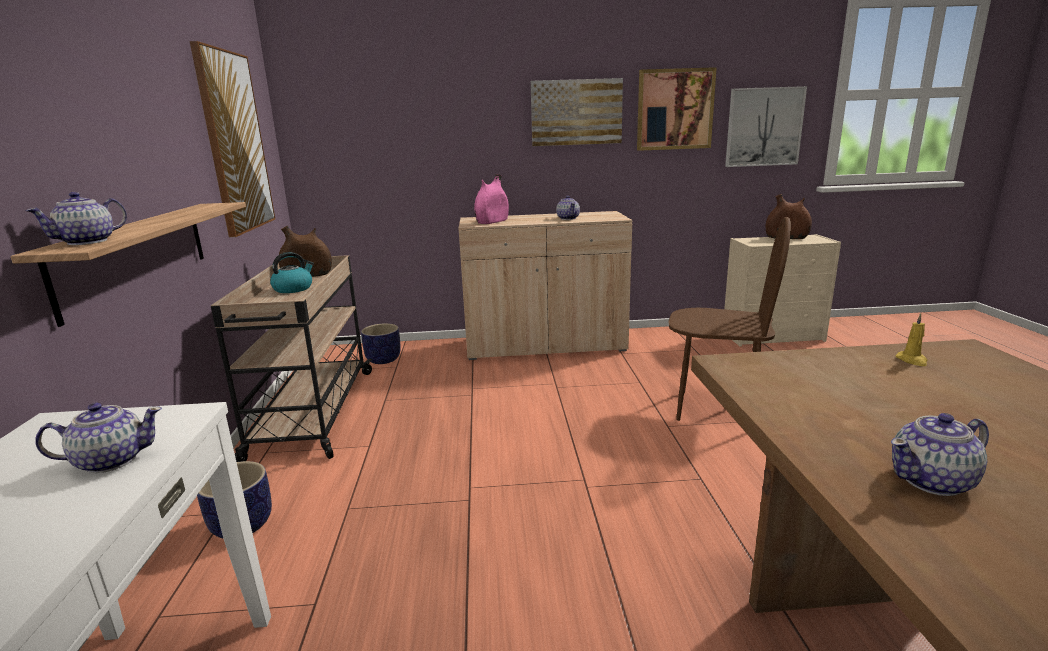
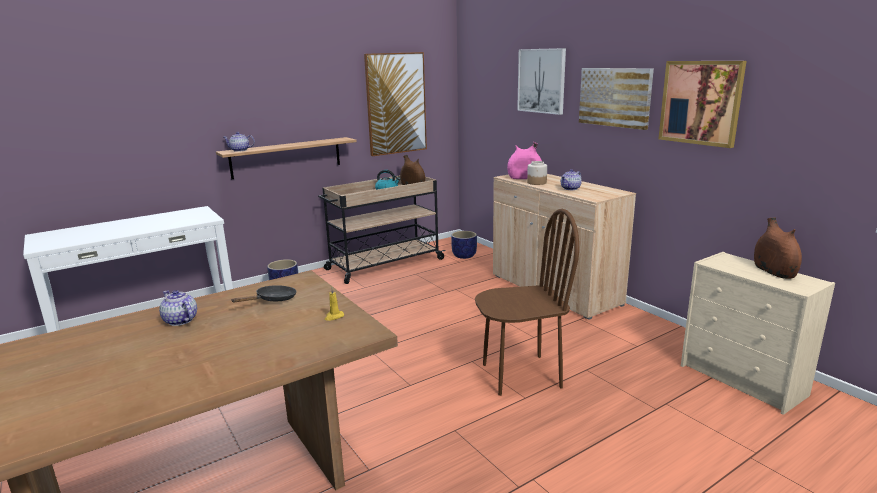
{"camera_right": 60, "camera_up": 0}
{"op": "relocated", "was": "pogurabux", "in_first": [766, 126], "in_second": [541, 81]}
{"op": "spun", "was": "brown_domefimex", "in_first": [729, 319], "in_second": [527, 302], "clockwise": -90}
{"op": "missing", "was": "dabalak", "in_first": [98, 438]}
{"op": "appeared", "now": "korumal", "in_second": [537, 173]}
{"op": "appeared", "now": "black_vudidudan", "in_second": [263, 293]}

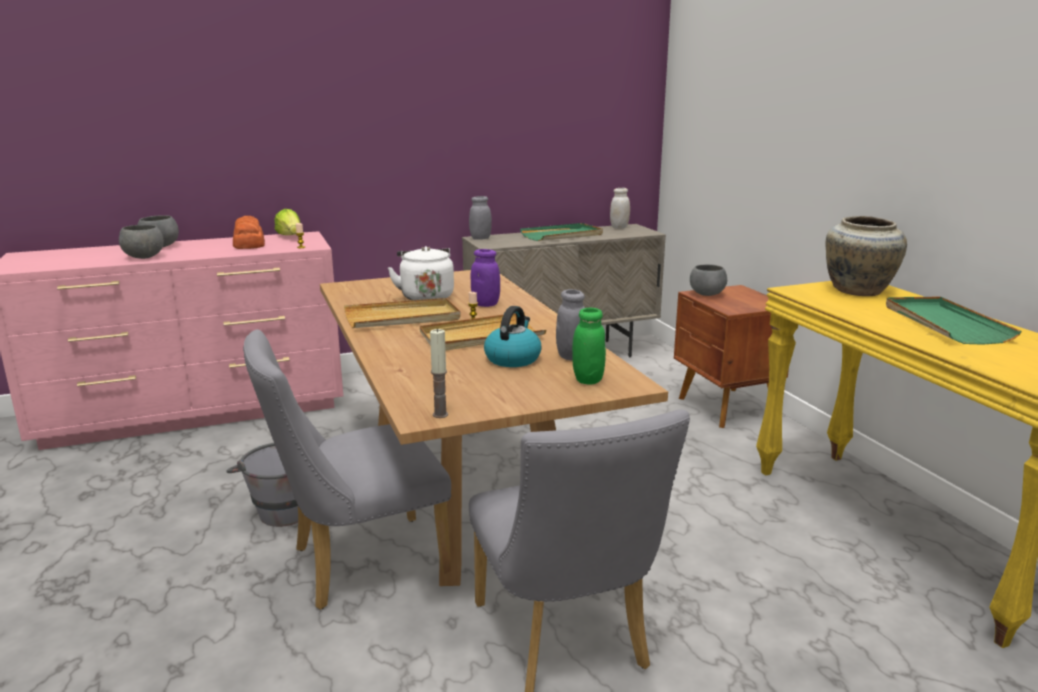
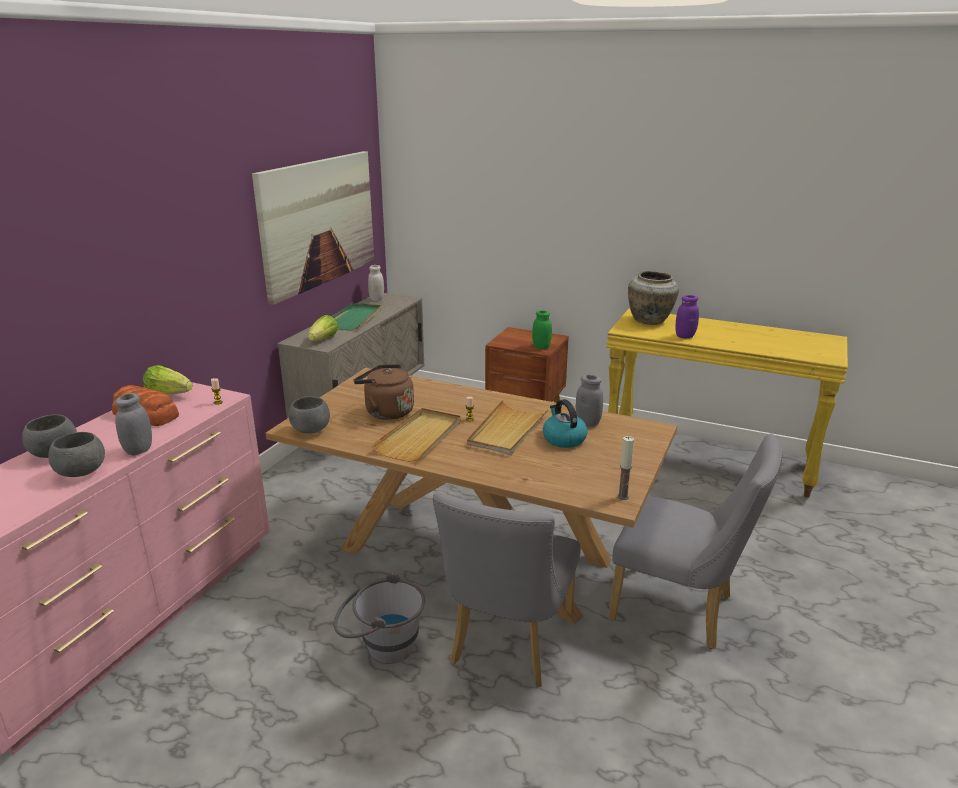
{"camera_right": -45, "camera_up": 5}
{"op": "relocated", "was": "grey_korumal", "in_first": [480, 218], "in_second": [133, 424]}
{"op": "colour", "was": "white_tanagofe", "now": "brown_tanagofe", "in_first": [421, 273], "in_second": [384, 392]}
{"op": "relocated", "was": "purple_korumal", "in_first": [485, 278], "in_second": [687, 316]}
{"op": "relocated", "was": "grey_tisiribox", "in_first": [708, 280], "in_second": [309, 415]}
{"op": "missing", "was": "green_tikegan", "in_first": [954, 321]}
{"op": "relocated", "was": "green_korumal", "in_first": [589, 346], "in_second": [542, 329]}
{"op": "appeared", "now": "pogurabux", "in_second": [313, 228]}
{"op": "appeared", "now": "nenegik", "in_second": [323, 328]}

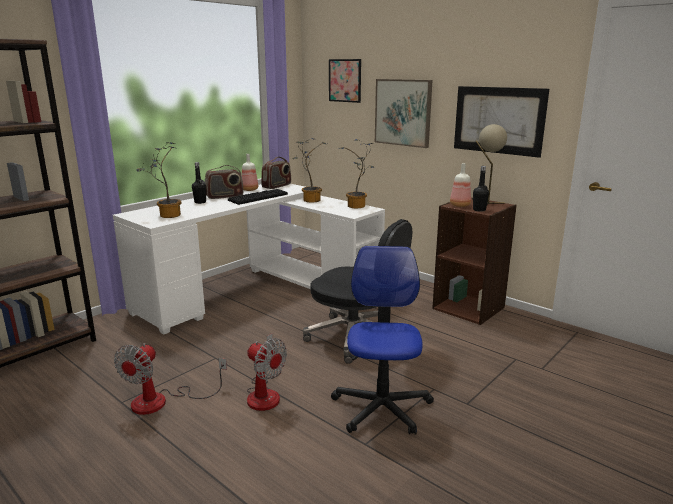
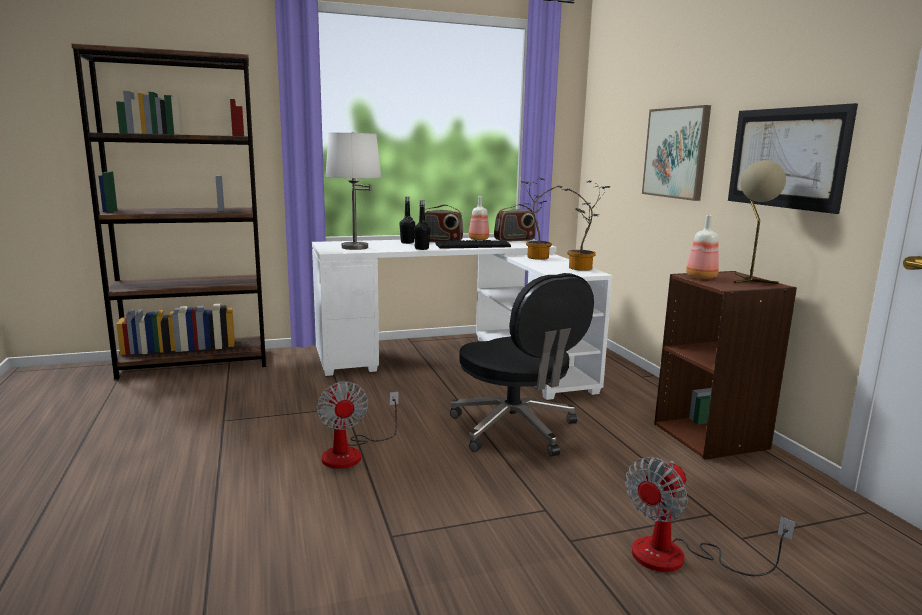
{"camera_right": 30, "camera_up": -5}
{"op": "missing", "was": "pogurabux", "in_first": [345, 81]}
{"op": "exchanged", "was": "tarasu", "now": "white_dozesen", "in_first": [158, 180], "in_second": [353, 191]}
{"op": "relocated", "was": "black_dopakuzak", "in_first": [481, 189], "in_second": [422, 225]}
{"op": "missing", "was": "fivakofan", "in_first": [382, 340]}
{"op": "relocated", "was": "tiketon", "in_first": [170, 379], "in_second": [710, 516]}

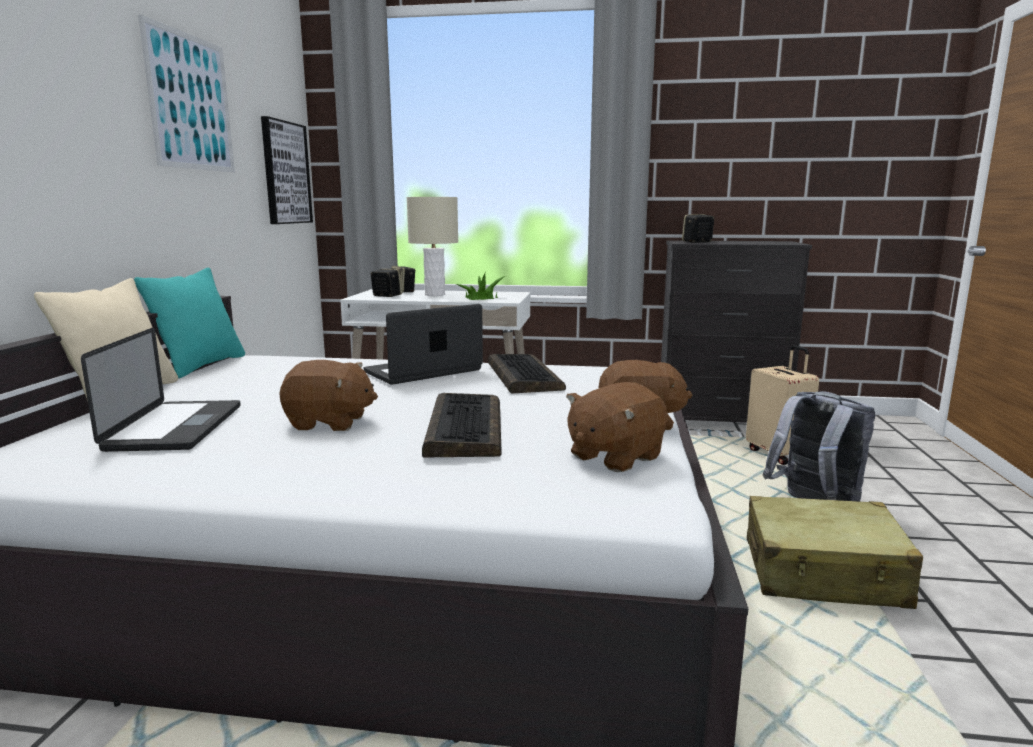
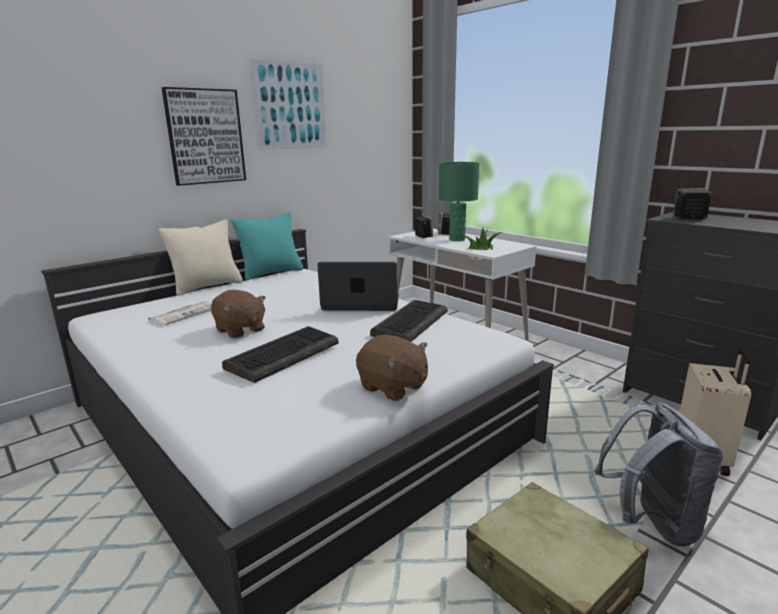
{"camera_right": 40, "camera_up": 5}
{"op": "relocated", "was": "pogurabux", "in_first": [287, 170], "in_second": [203, 136]}
{"op": "colour", "was": "beige_dozesen", "now": "green_dozesen", "in_first": [432, 246], "in_second": [459, 201]}
{"op": "exchanged", "was": "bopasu", "now": "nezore", "in_first": [161, 390], "in_second": [180, 313]}
{"op": "missing", "was": "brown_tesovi", "in_first": [617, 427]}

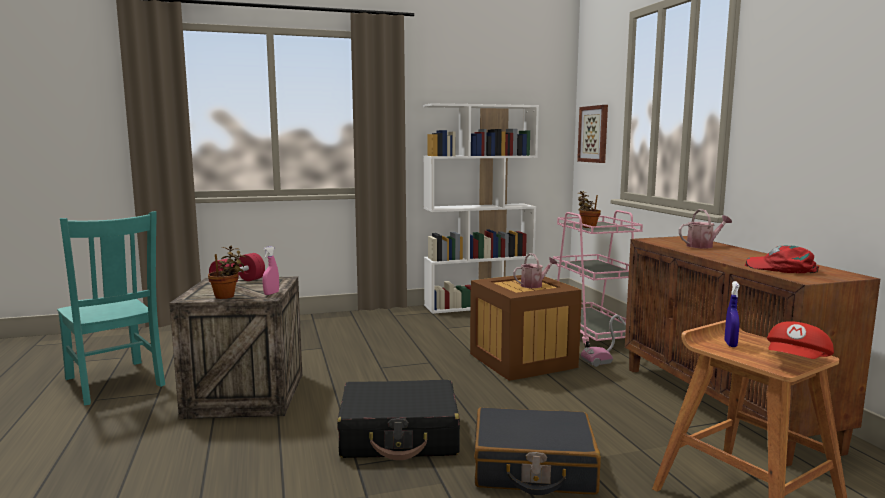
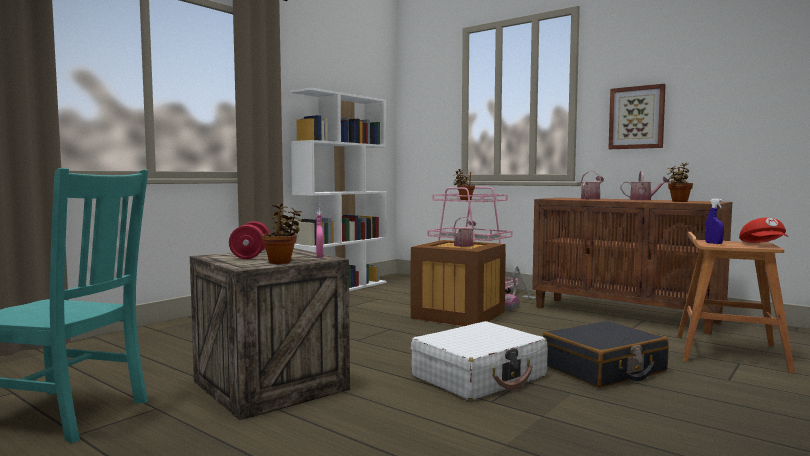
{"camera_right": -35, "camera_up": -5}
{"op": "relocated", "was": "pogurabux", "in_first": [592, 134], "in_second": [637, 116]}
{"op": "exchanged", "was": "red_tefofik", "now": "tarasu", "in_first": [782, 259], "in_second": [680, 182]}
{"op": "colour", "was": "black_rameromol", "now": "white_rameromol", "in_first": [398, 420], "in_second": [479, 360]}
{"op": "appeared", "now": "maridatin", "in_second": [645, 185]}

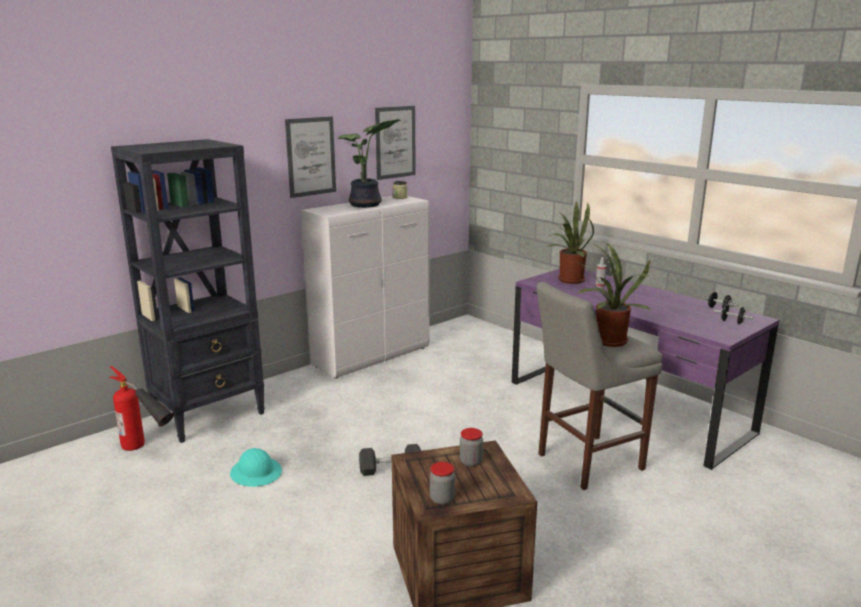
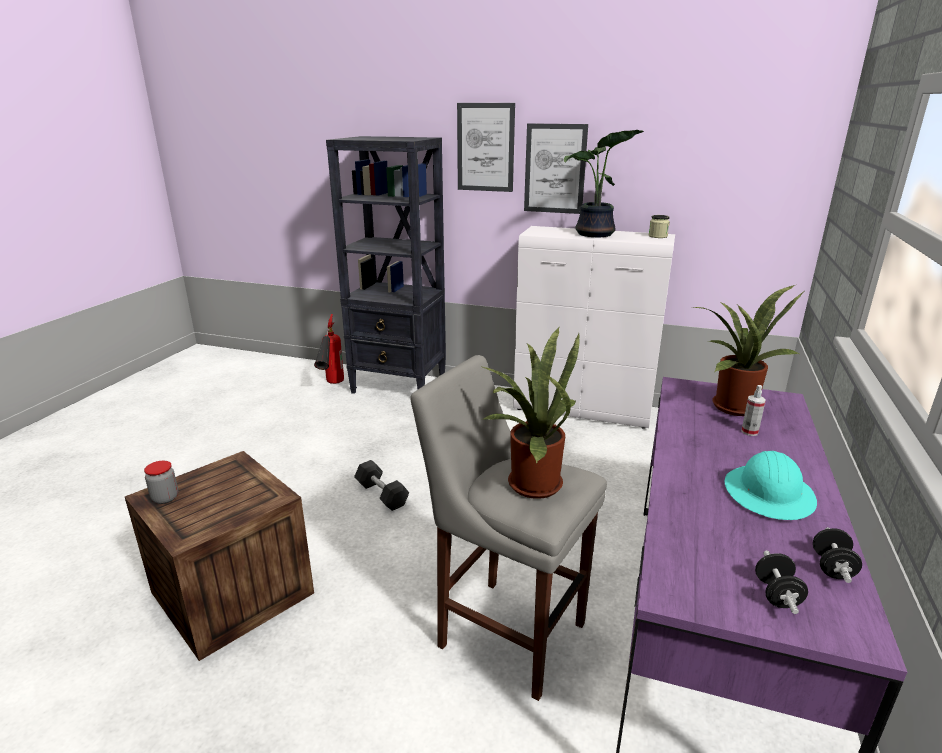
{"camera_right": 60, "camera_up": 5}
{"op": "relocated", "was": "pogurabux", "in_first": [395, 143], "in_second": [486, 147]}
{"op": "missing", "was": "korumal", "in_first": [471, 447]}
{"op": "relocated", "was": "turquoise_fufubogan", "in_first": [256, 467], "in_second": [771, 485]}

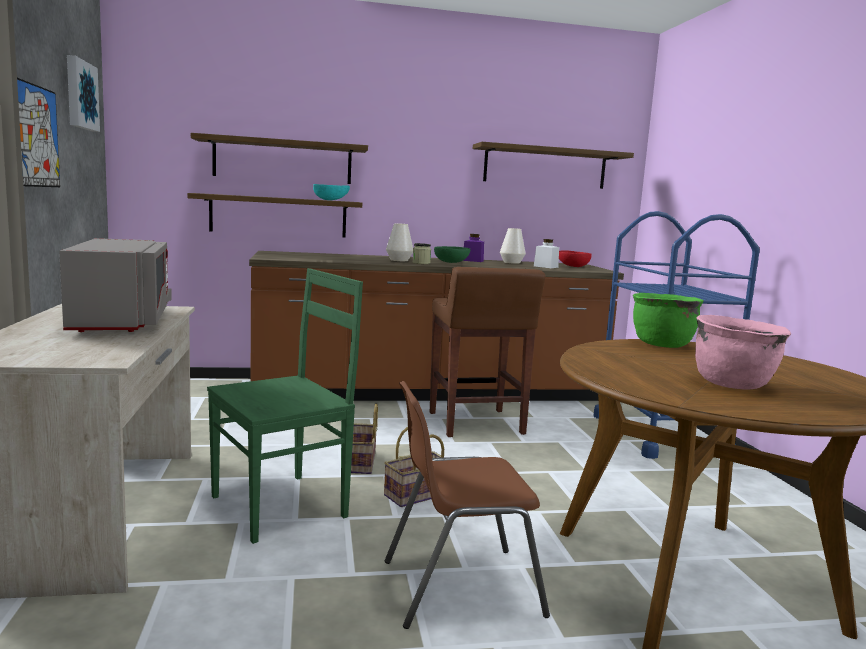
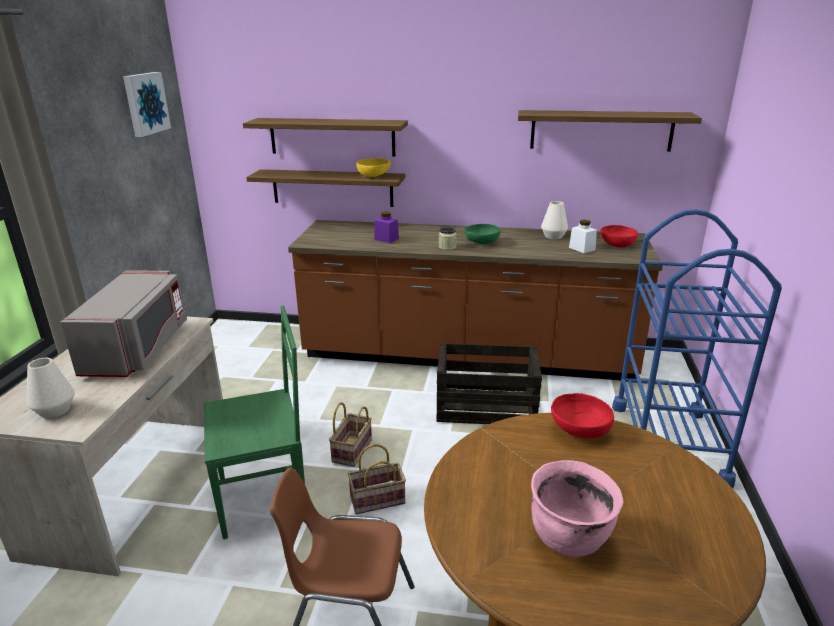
{"camera_right": 20, "camera_up": 15}
{"op": "missing", "was": "pogurabux", "in_first": [38, 132]}
{"op": "colour", "was": "turquoise_tisiribox", "now": "yellow_tisiribox", "in_first": [331, 192], "in_second": [373, 167]}
{"op": "relocated", "was": "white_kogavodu", "in_first": [399, 242], "in_second": [50, 388]}
{"op": "relocated", "was": "purple_korumal", "in_first": [473, 248], "in_second": [386, 227]}
{"op": "exchanged", "was": "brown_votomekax", "now": "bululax", "in_first": [487, 352], "in_second": [489, 383]}
{"op": "exchanged", "was": "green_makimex", "now": "red_tisiribox", "in_first": [668, 320], "in_second": [582, 415]}

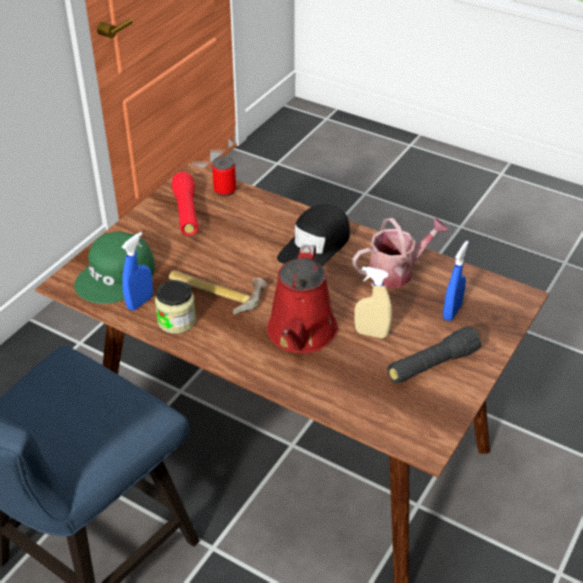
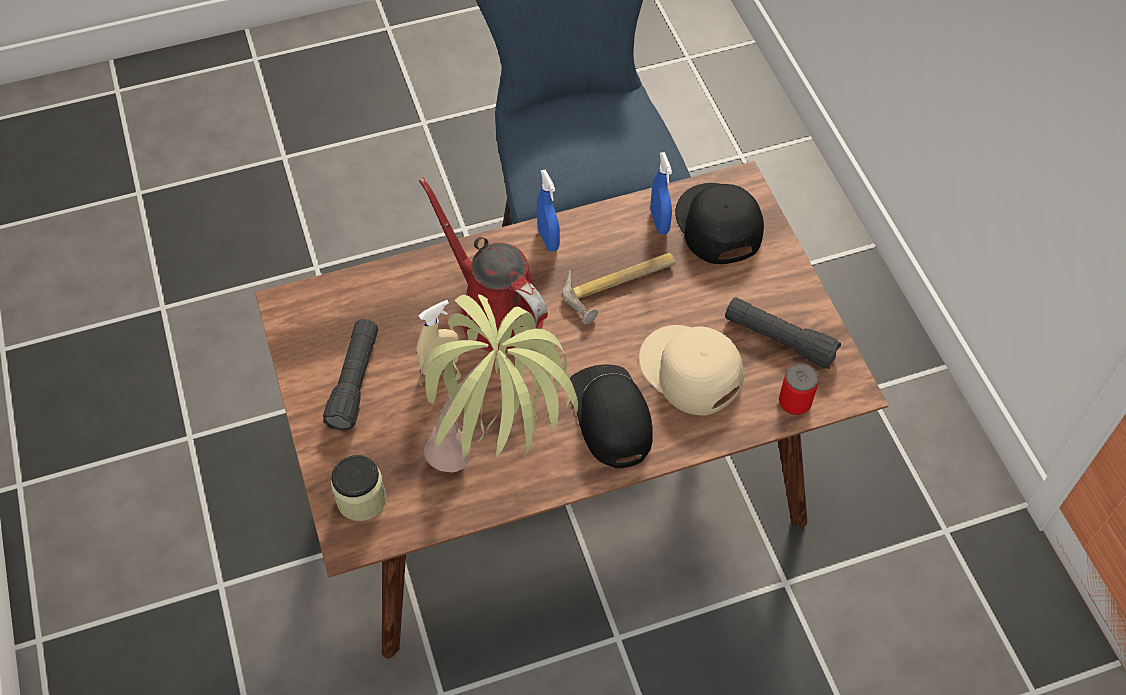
{"camera_right": 130, "camera_up": 15}
{"op": "colour", "was": "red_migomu", "now": "black_migomu", "in_first": [184, 204], "in_second": [783, 333]}
{"op": "exchanged", "was": "maridatin", "now": "tarasu", "in_first": [400, 253], "in_second": [498, 383]}
{"op": "colour", "was": "green_tefofik", "now": "black_tefofik", "in_first": [114, 268], "in_second": [719, 223]}
{"op": "relocated", "was": "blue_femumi", "in_first": [456, 281], "in_second": [548, 211]}
{"op": "relocated", "was": "korumal", "in_first": [175, 307], "in_second": [359, 488]}
{"op": "appeared", "now": "beige_tefofik", "in_second": [691, 370]}

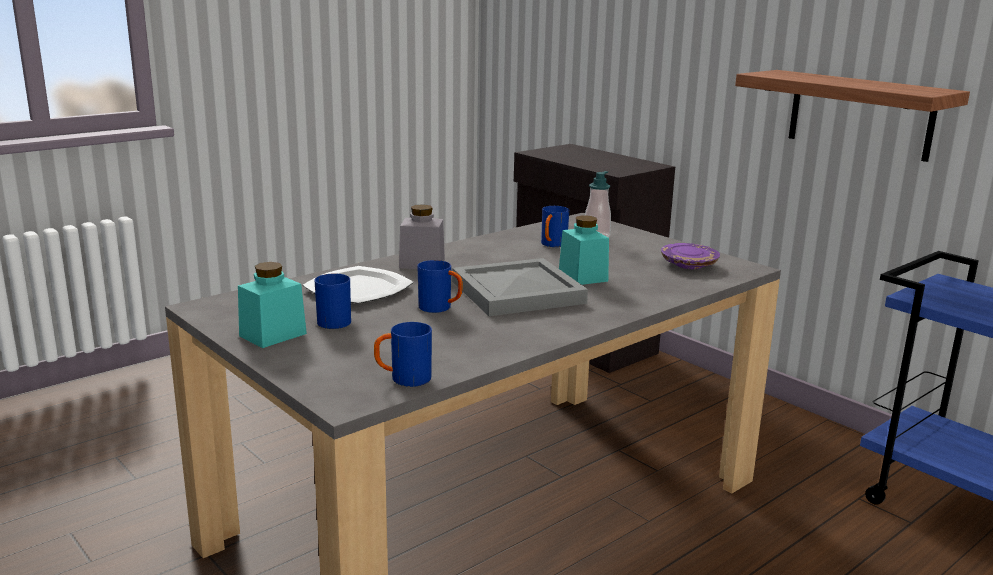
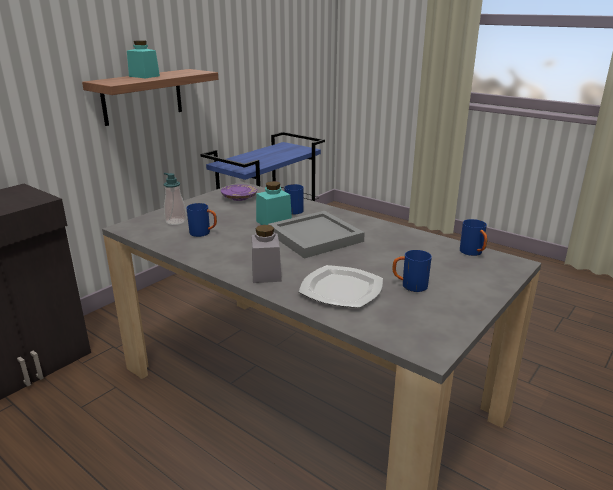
{"camera_right": -100, "camera_up": 5}
{"op": "relocated", "was": "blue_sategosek", "in_first": [440, 286], "in_second": [294, 199]}
{"op": "relocated", "was": "turquoise_korumal", "in_first": [272, 305], "in_second": [143, 59]}

